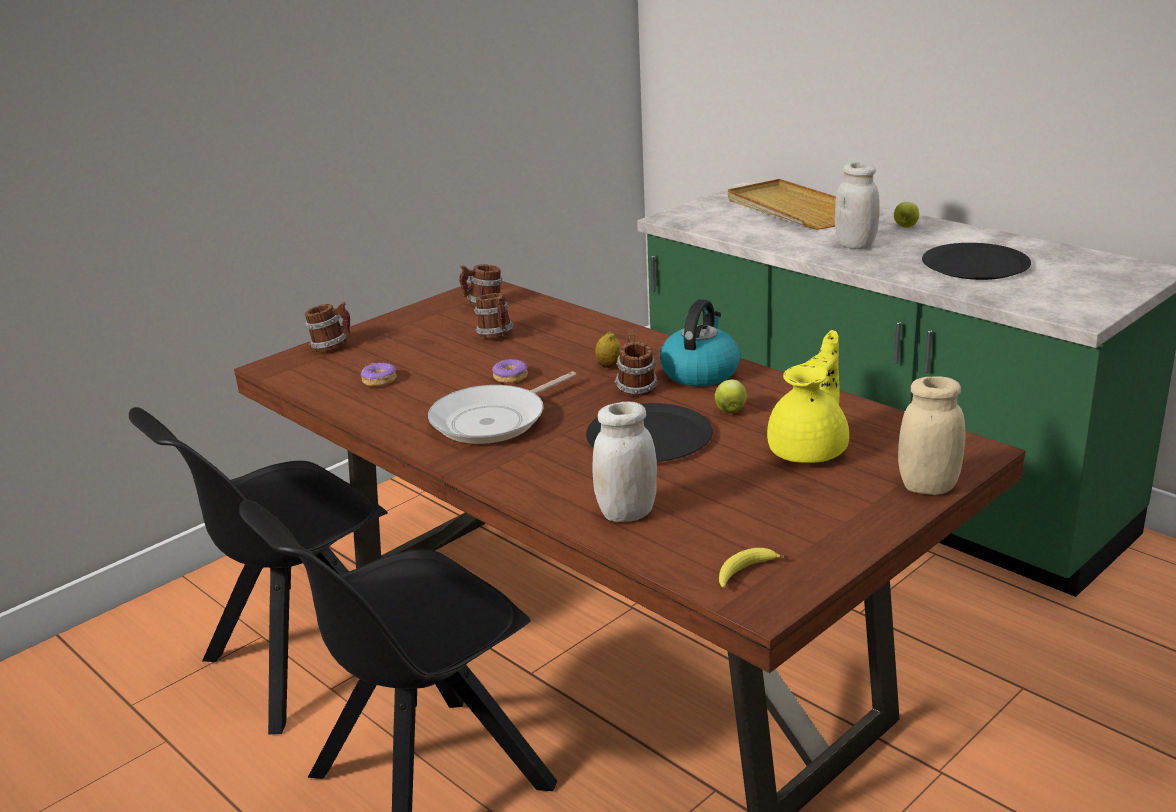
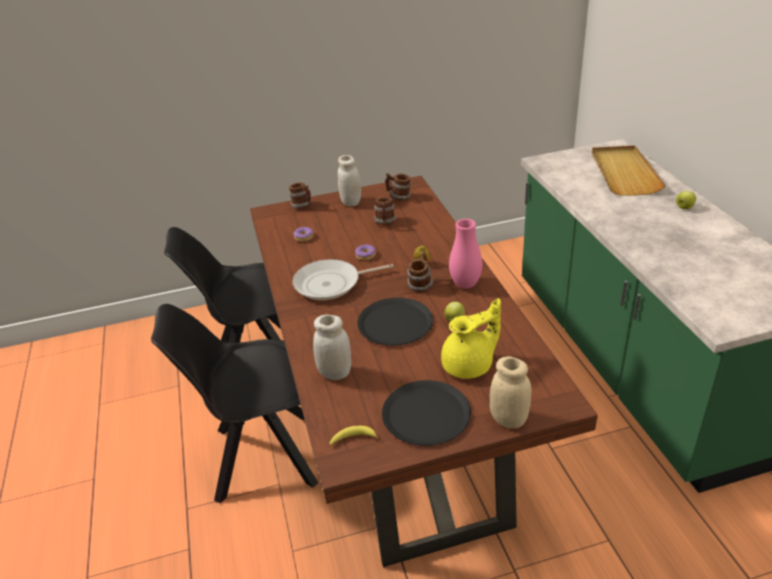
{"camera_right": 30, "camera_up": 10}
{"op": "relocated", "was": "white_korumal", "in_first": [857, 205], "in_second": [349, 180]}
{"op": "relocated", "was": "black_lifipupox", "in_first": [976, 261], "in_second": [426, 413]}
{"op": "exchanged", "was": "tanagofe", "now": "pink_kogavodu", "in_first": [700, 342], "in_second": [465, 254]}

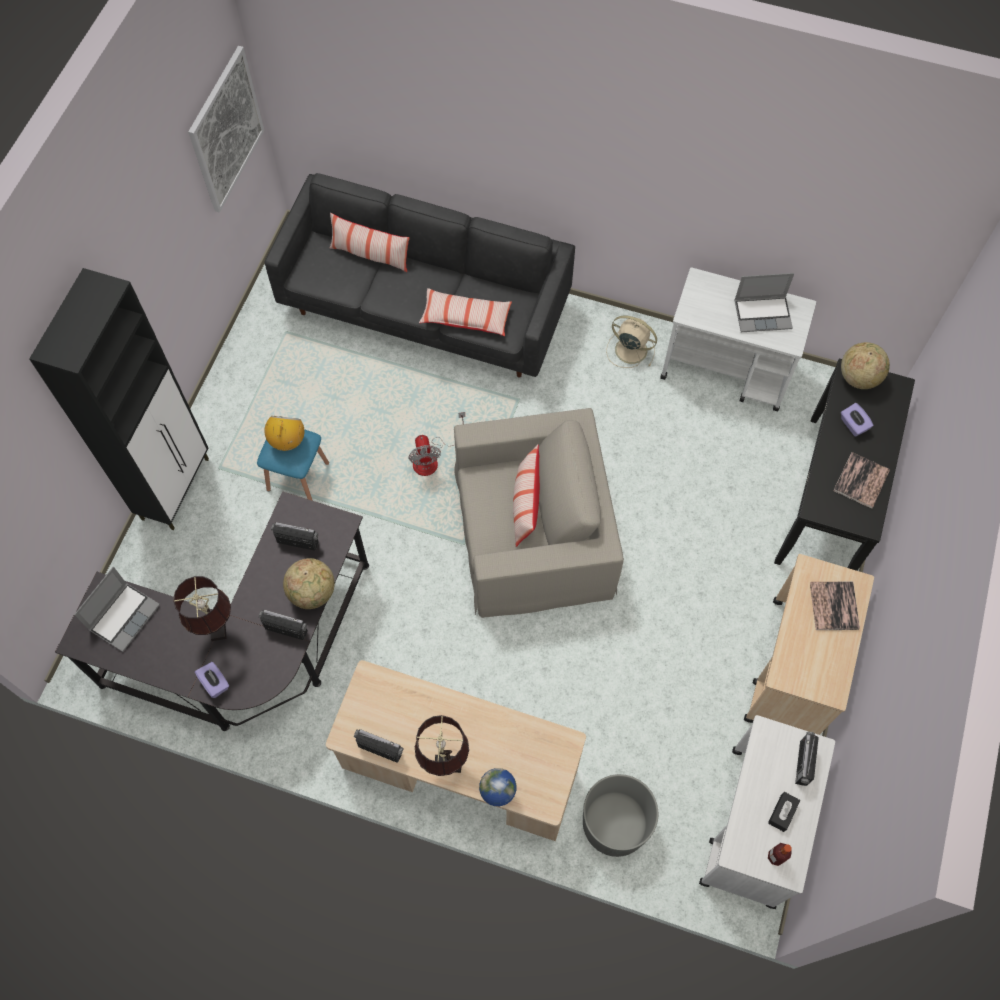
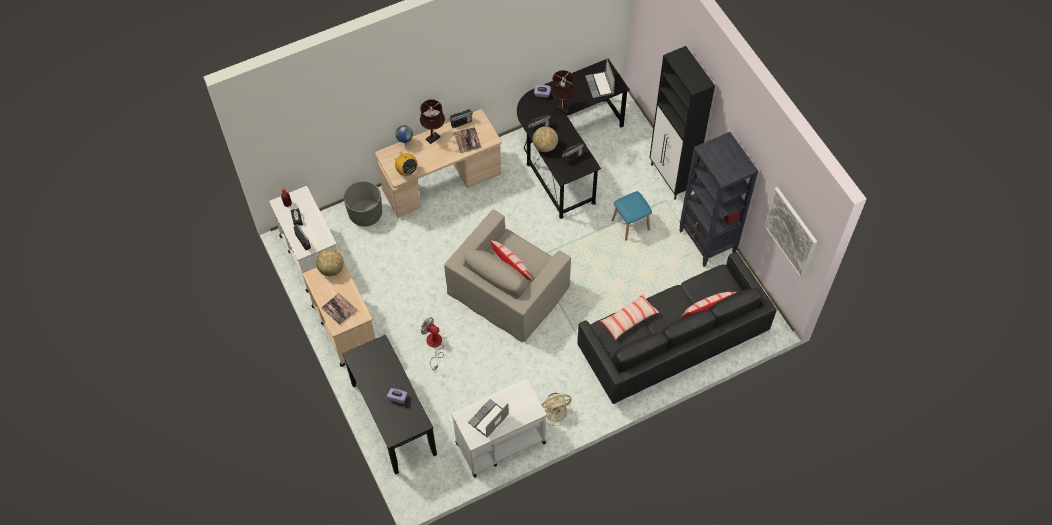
{"camera_right": 135, "camera_up": -5}
{"op": "relocated", "was": "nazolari", "in_first": [865, 365], "in_second": [330, 262]}
{"op": "relocated", "was": "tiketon", "in_first": [436, 444], "in_second": [432, 343]}
{"op": "relocated", "was": "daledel", "in_first": [284, 433], "in_second": [406, 164]}
{"op": "relocated", "was": "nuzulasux", "in_first": [861, 480], "in_second": [468, 140]}
{"op": "appeared", "now": "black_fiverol", "in_second": [718, 199]}

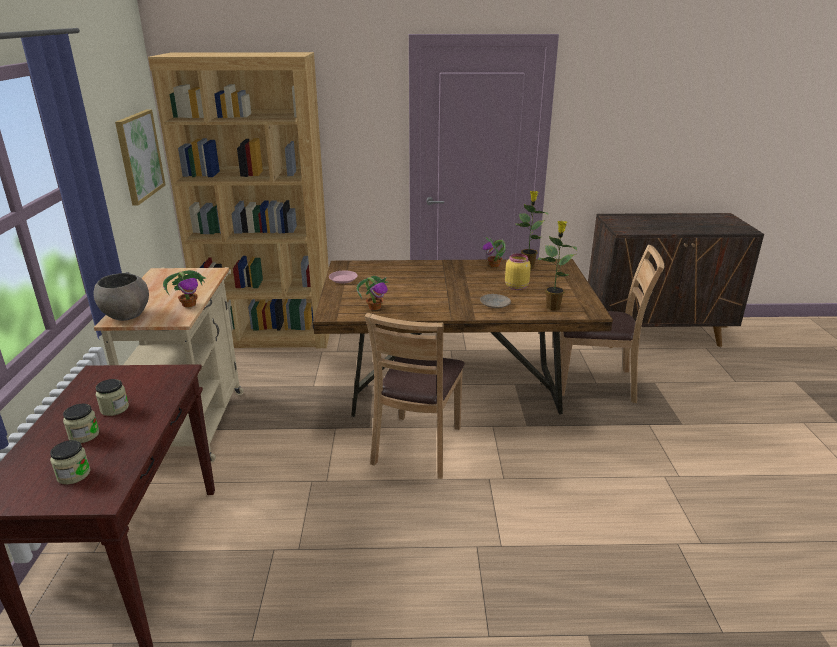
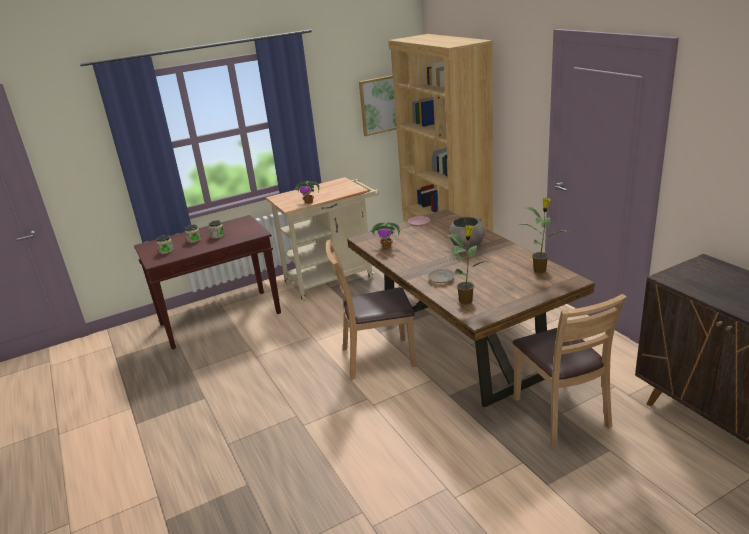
{"camera_right": 65, "camera_up": 0}
{"op": "missing", "was": "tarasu", "in_first": [494, 252]}
{"op": "missing", "was": "yellow_korumal", "in_first": [518, 271]}
{"op": "relocated", "was": "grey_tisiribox", "in_first": [121, 296], "in_second": [467, 233]}

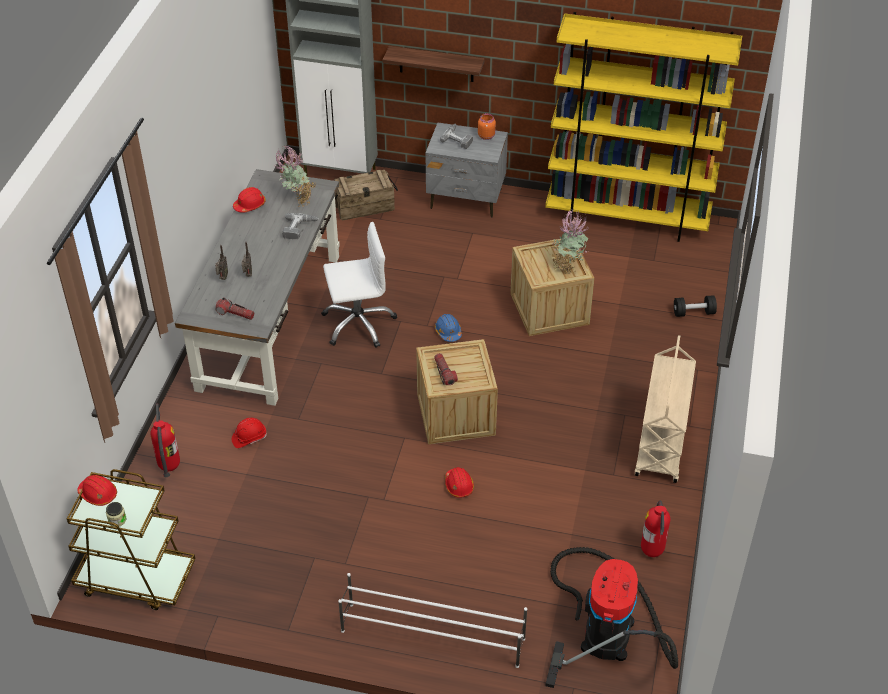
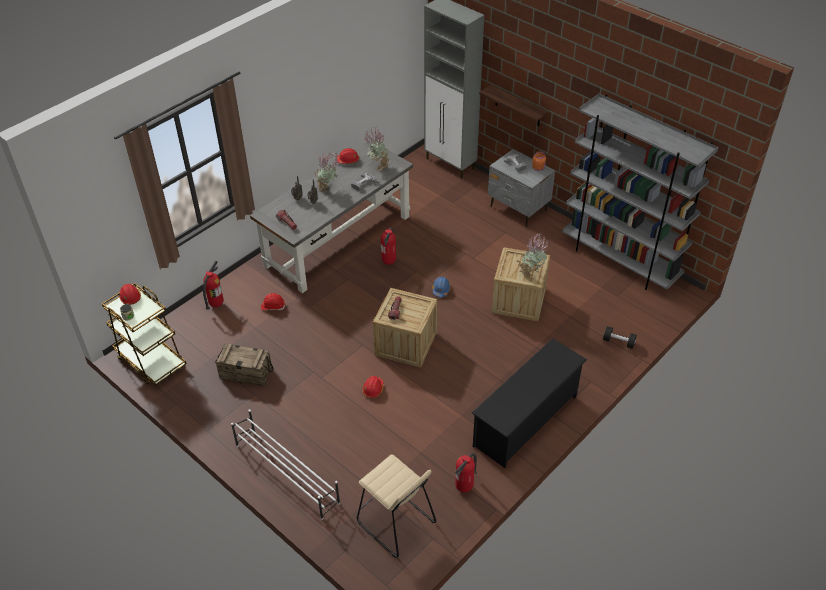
{"camera_right": 30, "camera_up": 0}
{"op": "colour", "was": "yellow_fiverol", "now": "grey_fiverol", "in_first": [643, 127], "in_second": [640, 192]}
{"op": "relocated", "was": "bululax", "in_first": [366, 195], "in_second": [244, 365]}
{"op": "exchanged", "was": "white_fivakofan", "now": "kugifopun", "in_first": [359, 285], "in_second": [388, 246]}
{"op": "exchanged", "was": "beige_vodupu", "now": "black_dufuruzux", "in_first": [665, 409], "in_second": [529, 403]}
{"op": "exchanged", "was": "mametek", "now": "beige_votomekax", "in_first": [611, 617], "in_second": [396, 506]}
{"op": "appeared", "now": "tarasu", "in_second": [327, 172]}

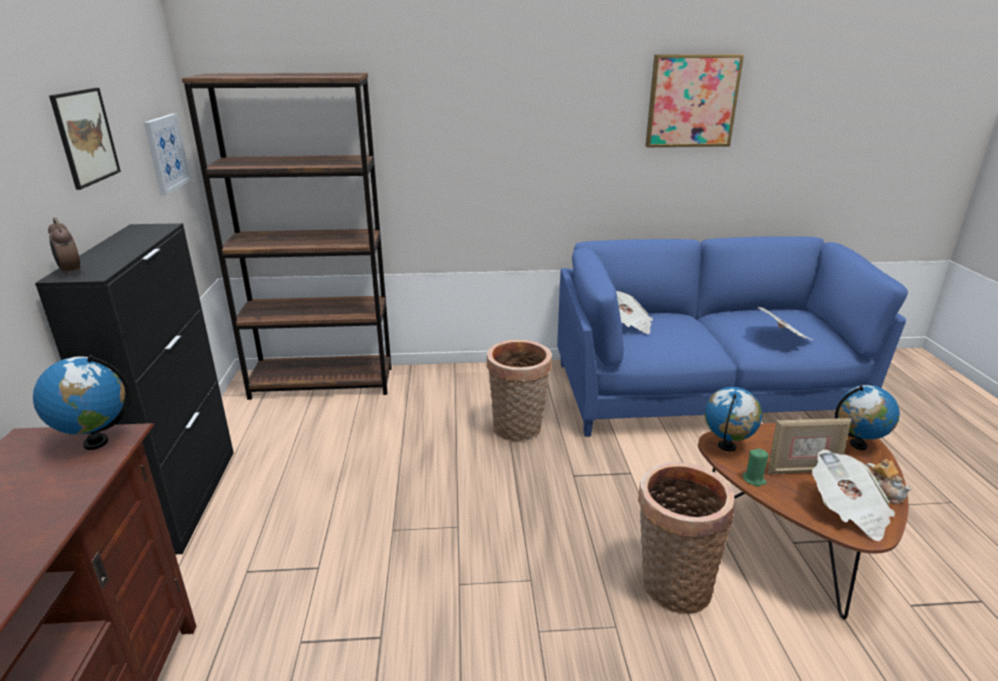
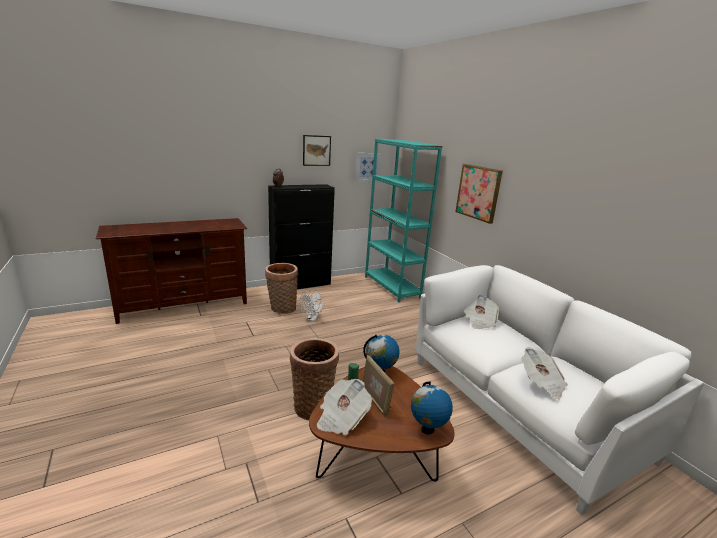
{"camera_right": 65, "camera_up": -5}
{"op": "relocated", "was": "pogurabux", "in_first": [695, 100], "in_second": [479, 194]}
{"op": "colour", "was": "brown_fiverol", "now": "turquoise_fiverol", "in_first": [287, 236], "in_second": [403, 220]}
{"op": "colour", "was": "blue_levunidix", "now": "white_levunidix", "in_first": [732, 336], "in_second": [560, 390]}
{"op": "relocated", "was": "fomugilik", "in_first": [519, 391], "in_second": [281, 288]}
{"op": "missing", "was": "nazolari", "in_first": [82, 402]}
{"op": "missing", "was": "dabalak", "in_first": [889, 481]}
{"op": "appeared", "now": "white_tiketon", "in_second": [311, 305]}

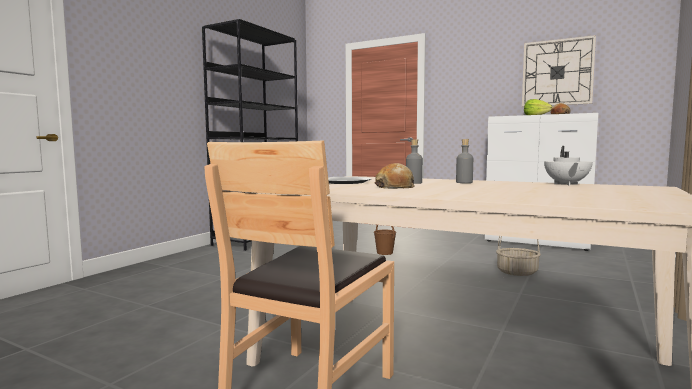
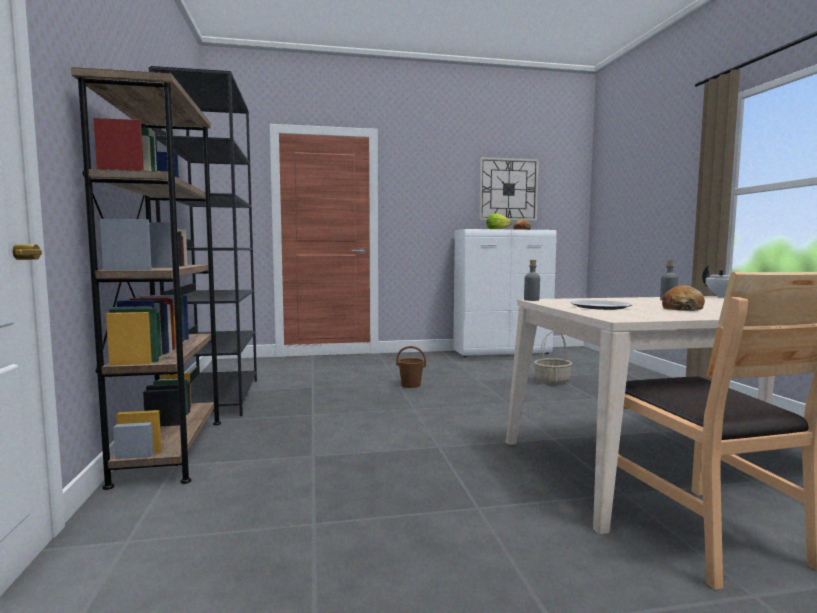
{"camera_right": -40, "camera_up": 0}
{"op": "relocated", "was": "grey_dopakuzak", "in_first": [414, 161], "in_second": [532, 280]}
{"op": "appeared", "now": "brown_fiverol", "in_second": [146, 278]}

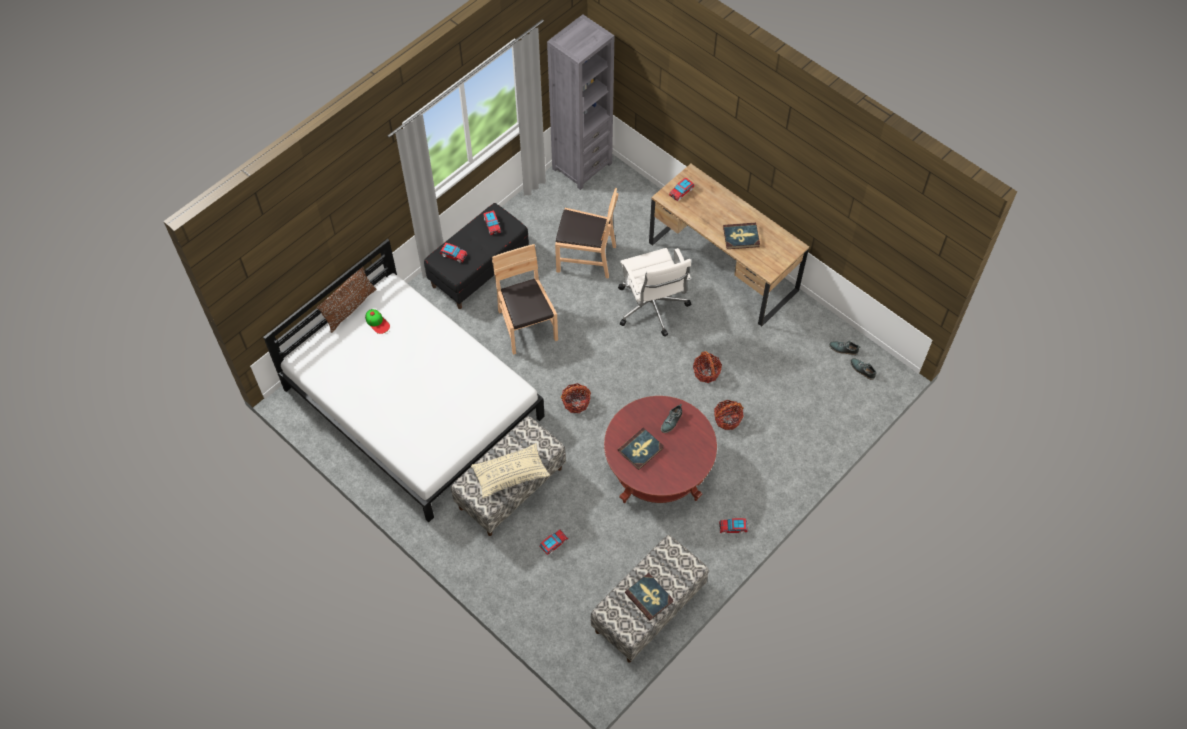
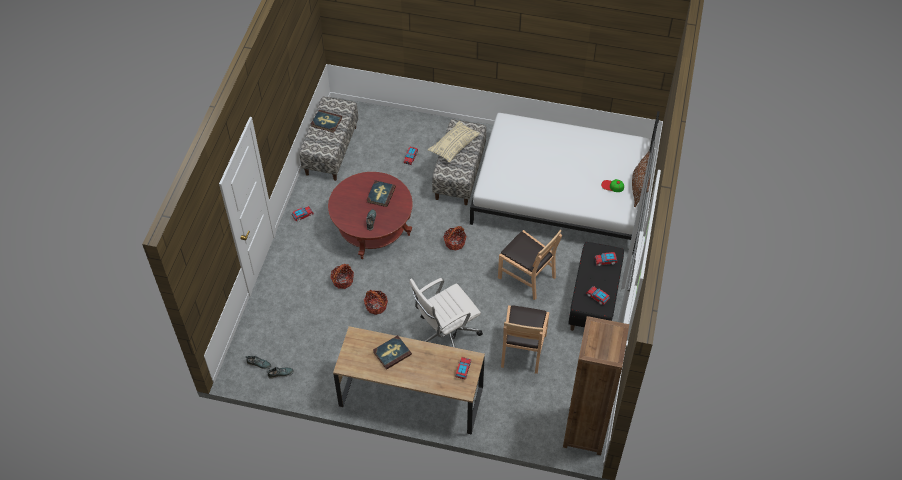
{"camera_right": 150, "camera_up": -5}
{"op": "colour", "was": "grey_fiverol", "now": "brown_fiverol", "in_first": [580, 102], "in_second": [596, 385]}
{"op": "spun", "was": "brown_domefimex", "in_first": [586, 233], "in_second": [525, 339], "clockwise": -60}
{"op": "spun", "was": "white_fivakofan", "in_first": [654, 292], "in_second": [446, 313], "clockwise": -75}

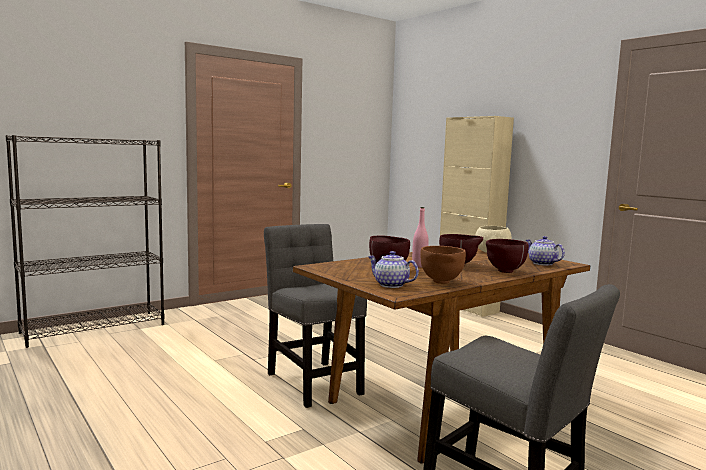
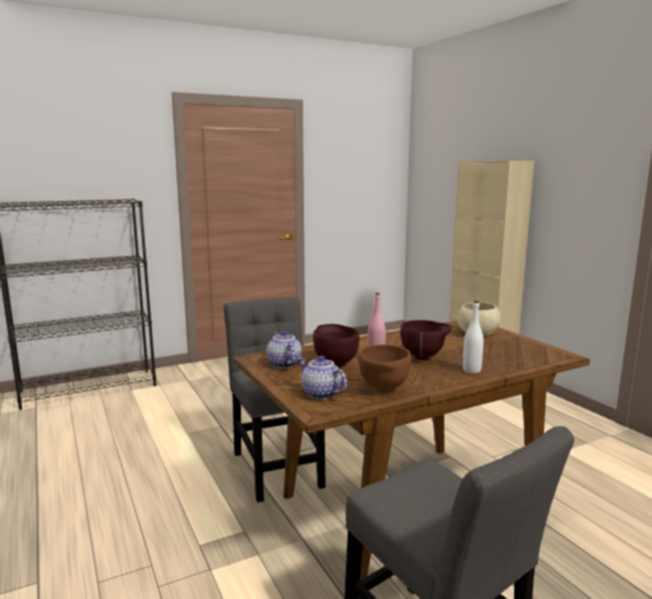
{"camera_right": 10, "camera_up": 5}
{"op": "relocated", "was": "dabalak", "in_first": [545, 251], "in_second": [284, 349]}
{"op": "exchanged", "was": "brown_tisiribox", "now": "white_dopakuzak", "in_first": [507, 256], "in_second": [473, 337]}

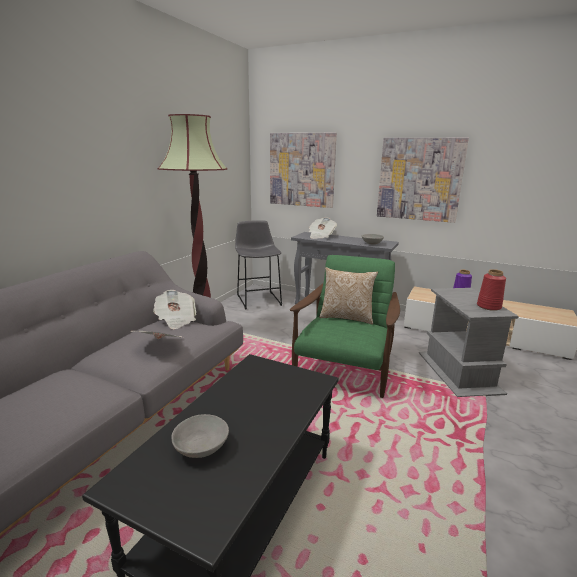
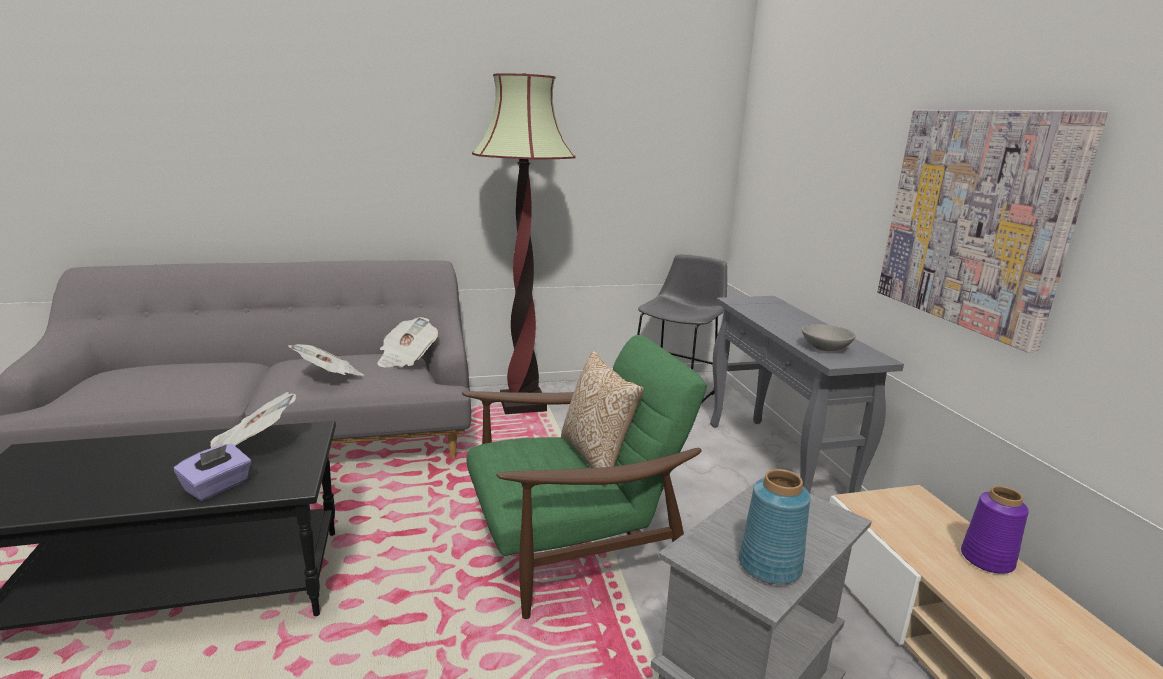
{"camera_right": 50, "camera_up": 0}
{"op": "missing", "was": "pogurabux", "in_first": [303, 170]}
{"op": "relocated", "was": "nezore", "in_first": [322, 228], "in_second": [253, 420]}
{"op": "colour", "was": "red_kogavodu", "now": "blue_kogavodu", "in_first": [491, 290], "in_second": [775, 527]}
{"op": "missing", "was": "grey_tisiribox", "in_first": [200, 436]}
{"op": "appeared", "now": "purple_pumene", "in_second": [212, 472]}

